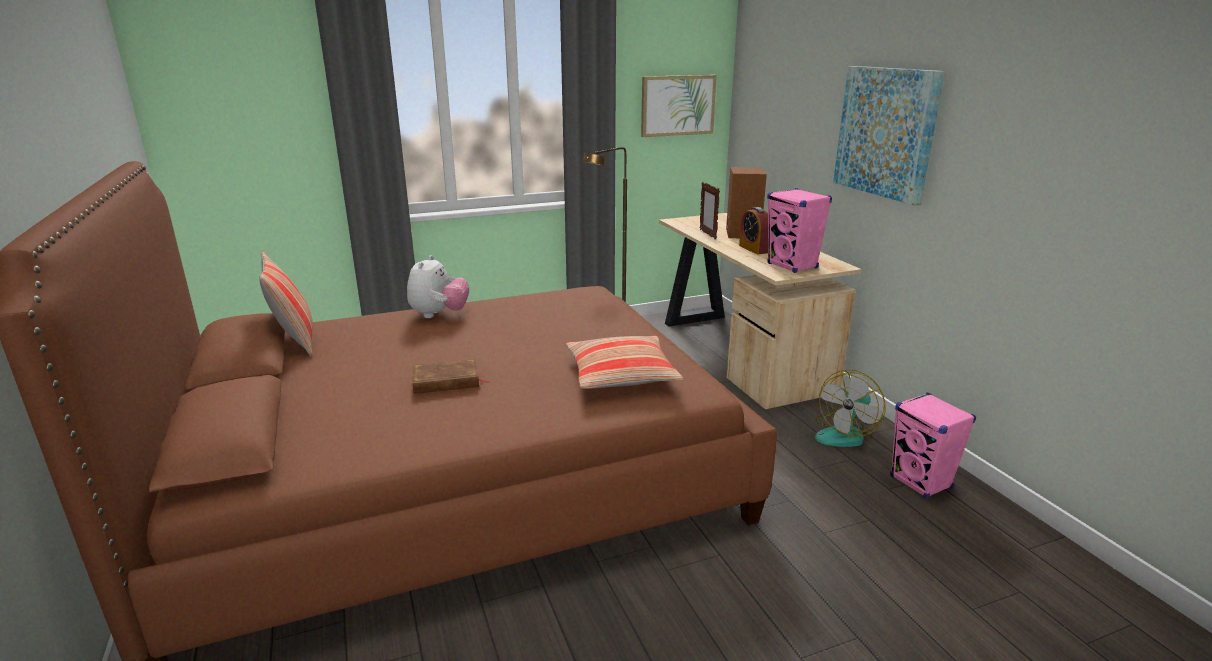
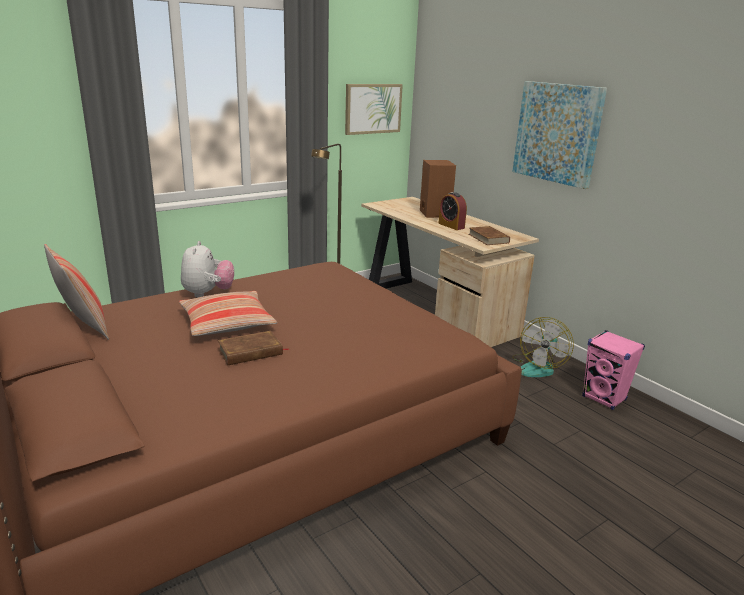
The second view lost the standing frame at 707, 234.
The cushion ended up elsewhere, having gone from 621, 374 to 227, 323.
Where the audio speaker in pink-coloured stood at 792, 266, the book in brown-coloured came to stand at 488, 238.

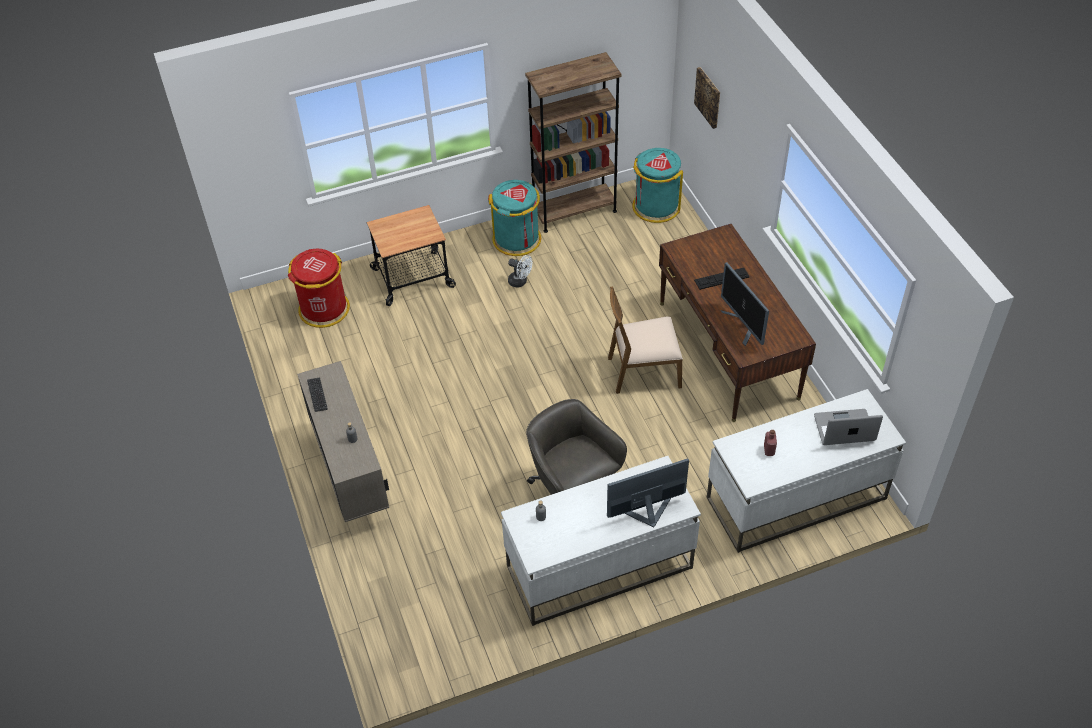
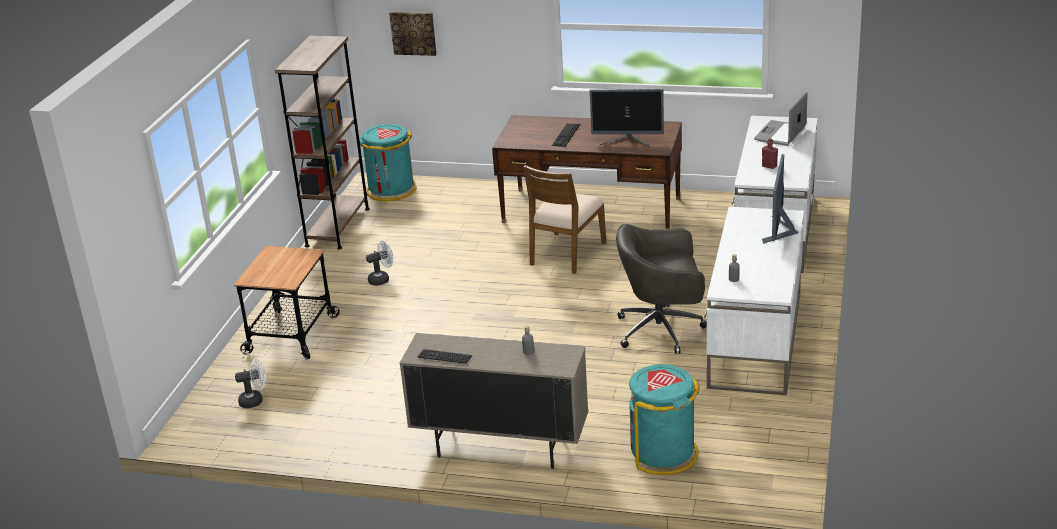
The waste bin in blue-green ended up elsewhere, having gone from 517, 239 to 663, 453.
Where the waste bin in red stood at 324, 309, the cooling fan in whitish came to stand at 255, 400.

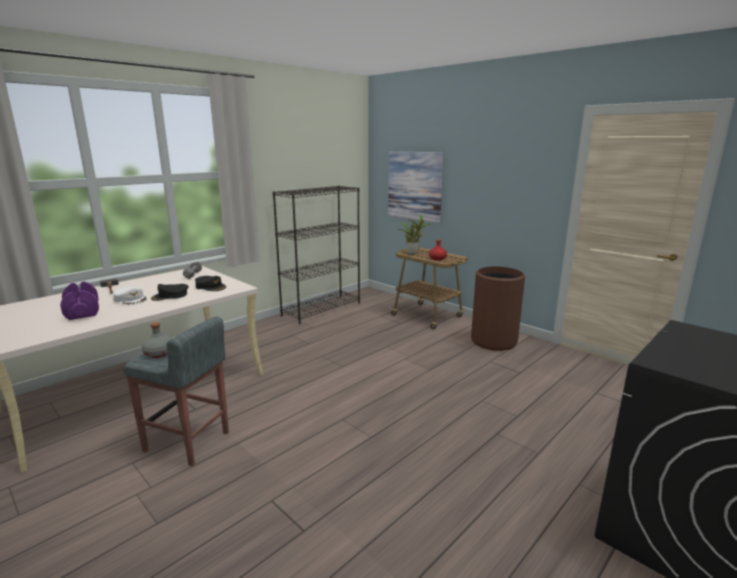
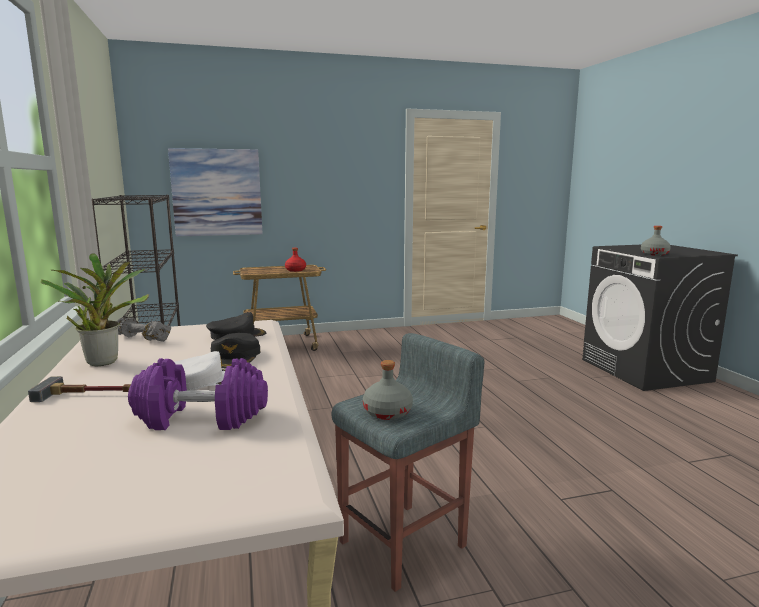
The second view lost the waste bin in brown-coloured at 493, 341.
The second view gained the drink bottle in gray at 654, 254.
The houseplant ended up elsewhere, having gone from 413, 253 to 104, 361.

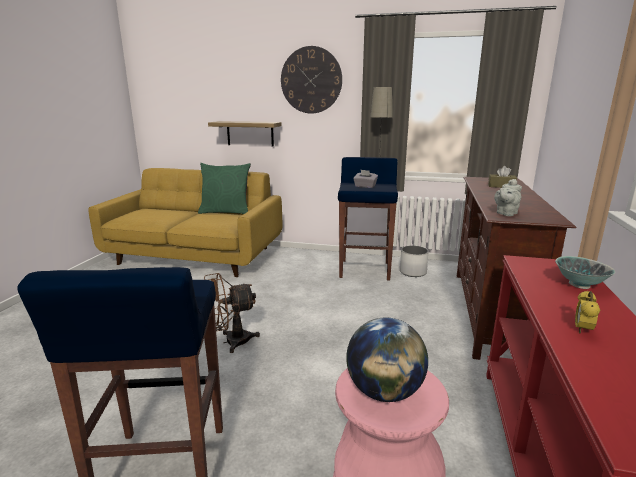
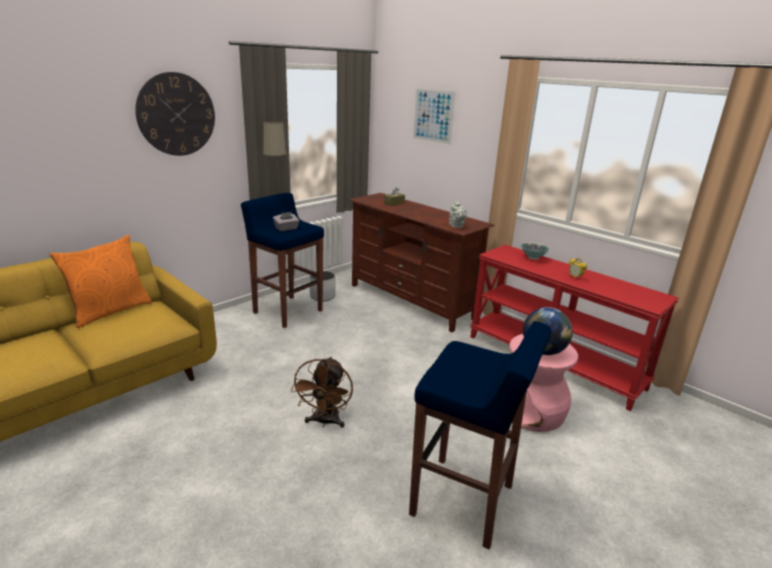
The second view lost the wall shelf at 250, 133.
The second view gained the picture at 433, 116.
What was the cushion in greenish at 225, 212 turned into the cushion in orangey at 110, 311.

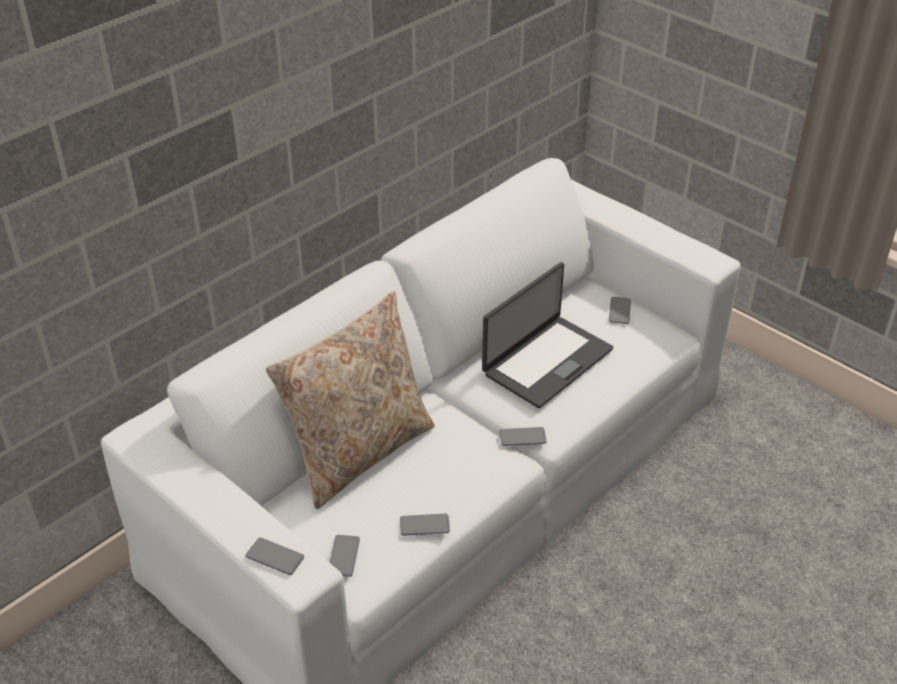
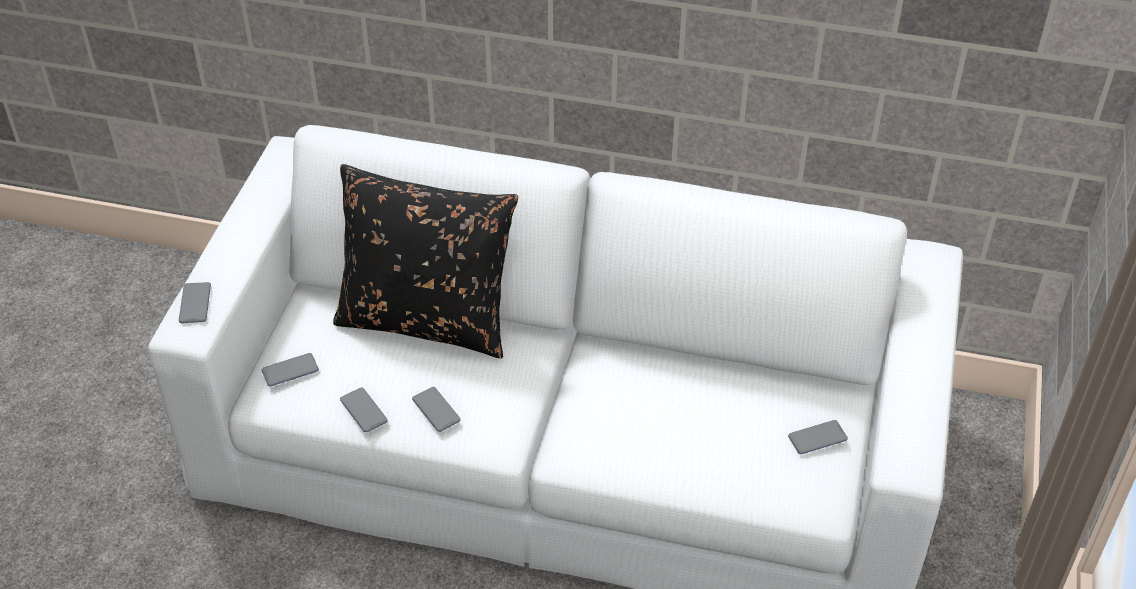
The second view lost the notebook computer at 546, 361.
The phone ended up elsewhere, having gone from 522, 437 to 436, 410.
What was the cushion in beige at 359, 452 turned into the cushion in black-coloured at 428, 320.

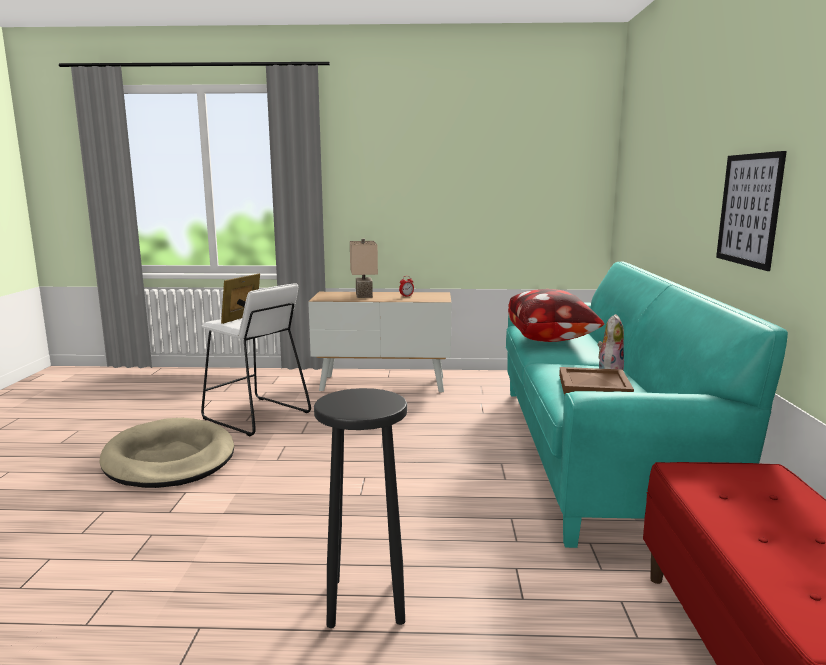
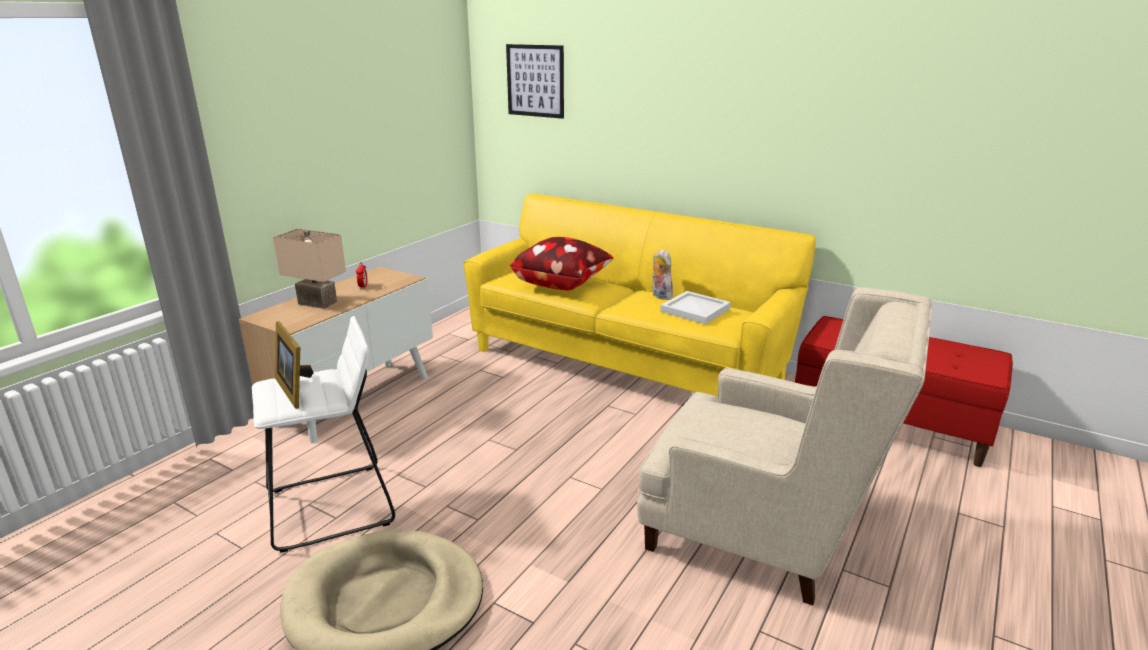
The picture ended up elsewhere, having gone from 749, 209 to 535, 81.
Where the stool seat in black-coloured stood at 364, 600, the easy chair in beige came to stand at 765, 533.
What was the settee in blue-green at 593, 451 turned into the settee in yellow at 625, 364.
What was the tray in brown-coloured at 595, 386 turned into the tray in whitish at 695, 309.

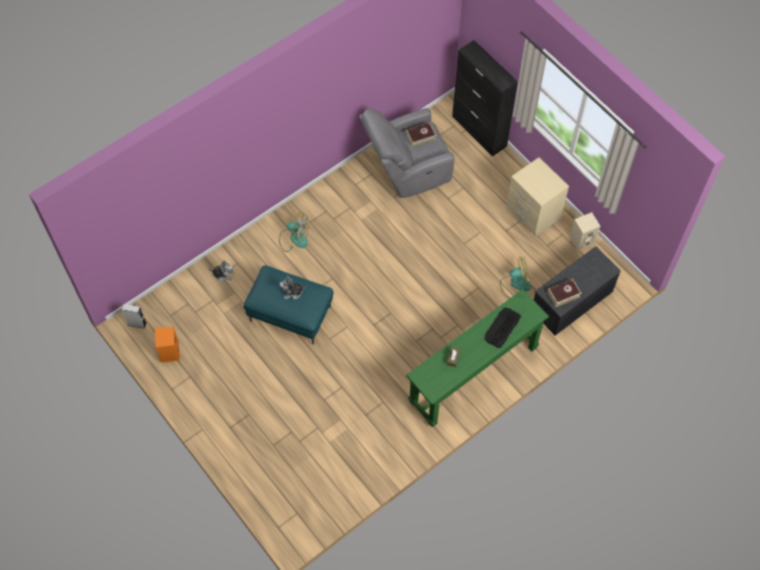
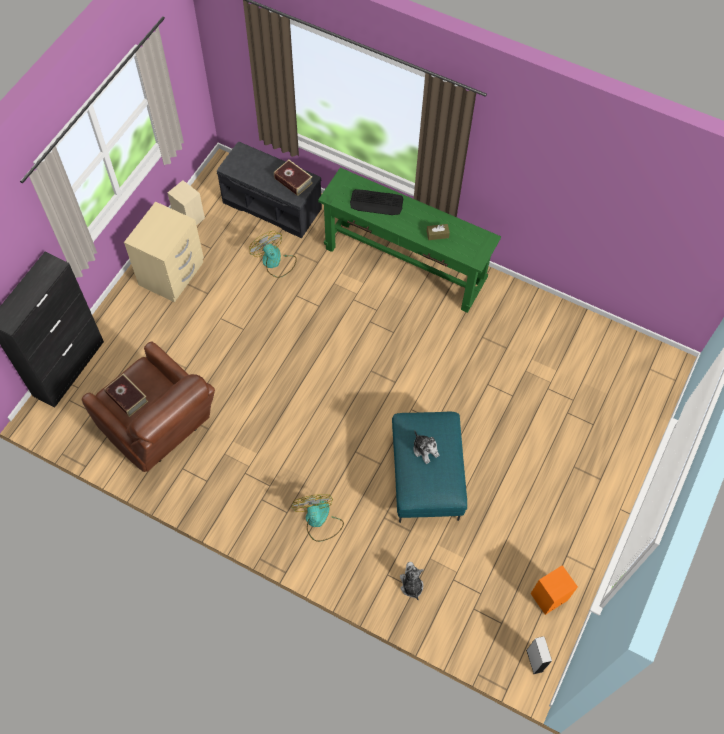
What was the easy chair in gray at 407, 170 turned into the easy chair in brown-coloured at 160, 429.

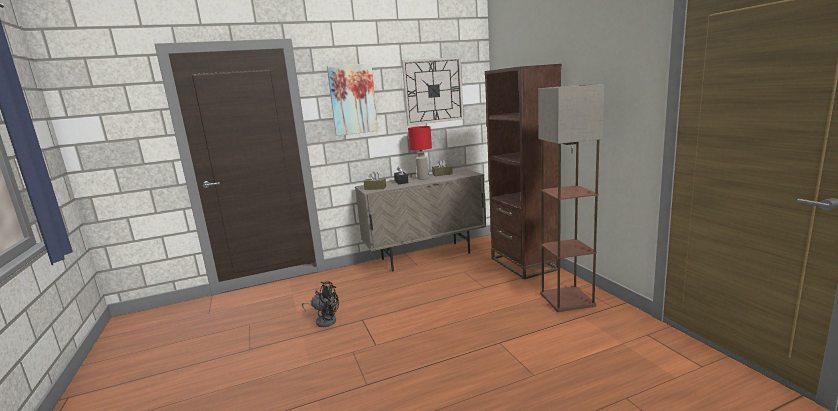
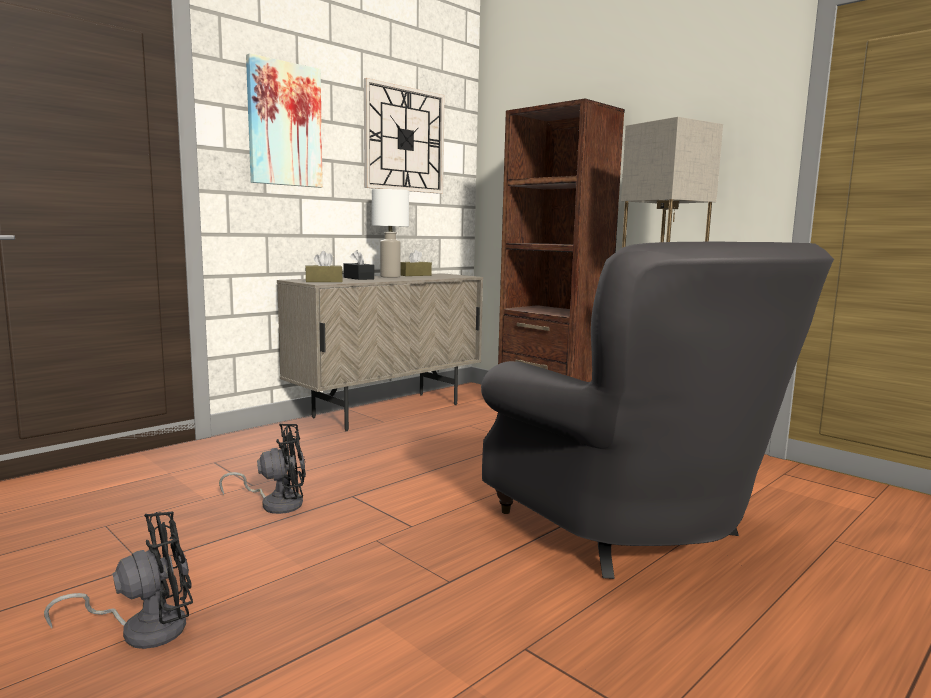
The second view gained the cooling fan in black-coloured at 144, 629.
The second view gained the easy chair in gray at 634, 532.
What was the table lamp in red at 423, 178 turned into the table lamp in whitish at 390, 277.

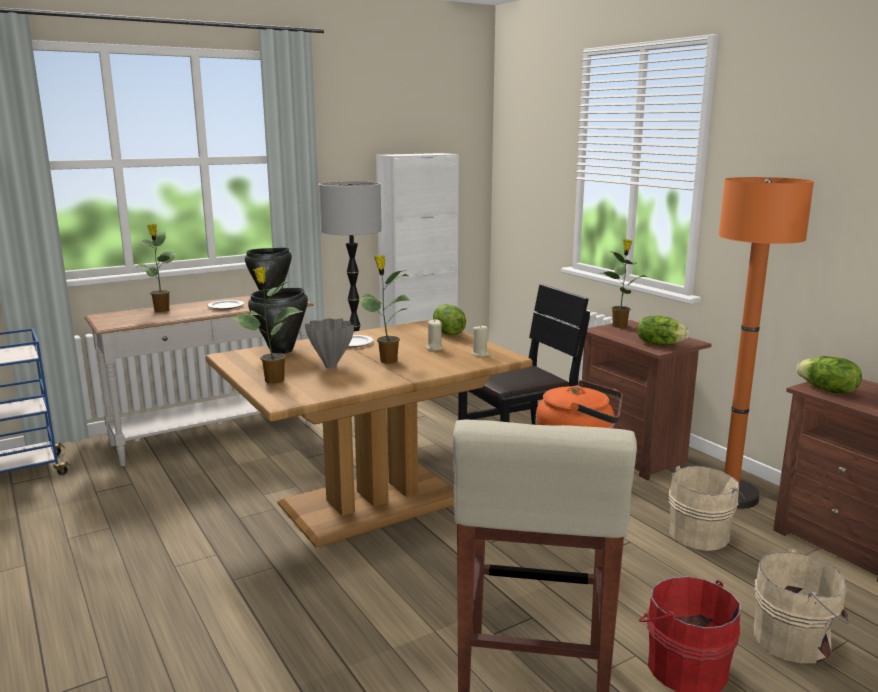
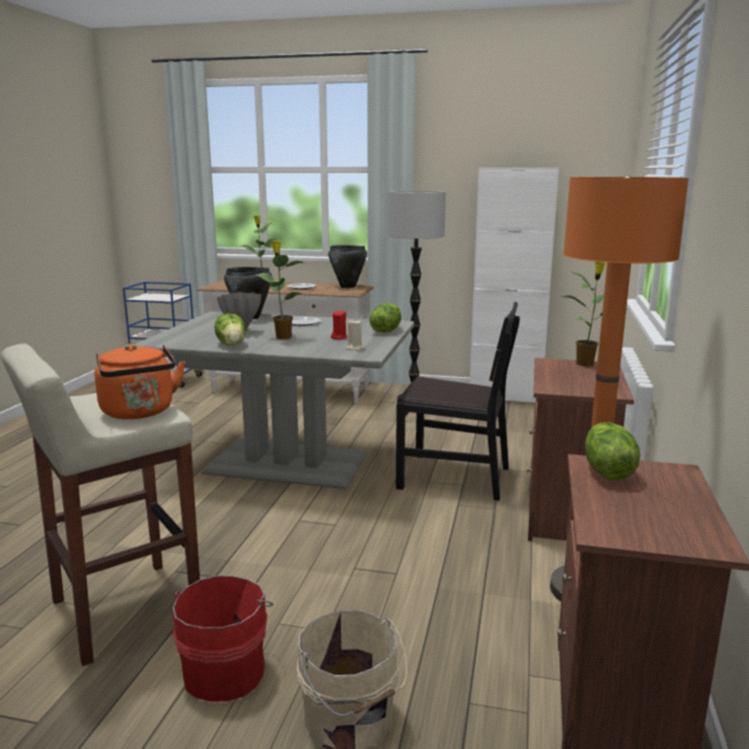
The second view lost the houseplant at 273, 380.
The second view lost the water bucket in beige at 701, 534.
The lettuce ended up elsewhere, having gone from 659, 344 to 232, 344.
What was the kitchen table in brown-coloured at 371, 501 turned into the kitchen table in gray at 287, 462.
What was the candle in beige at 434, 348 turned into the candle in red at 339, 337.

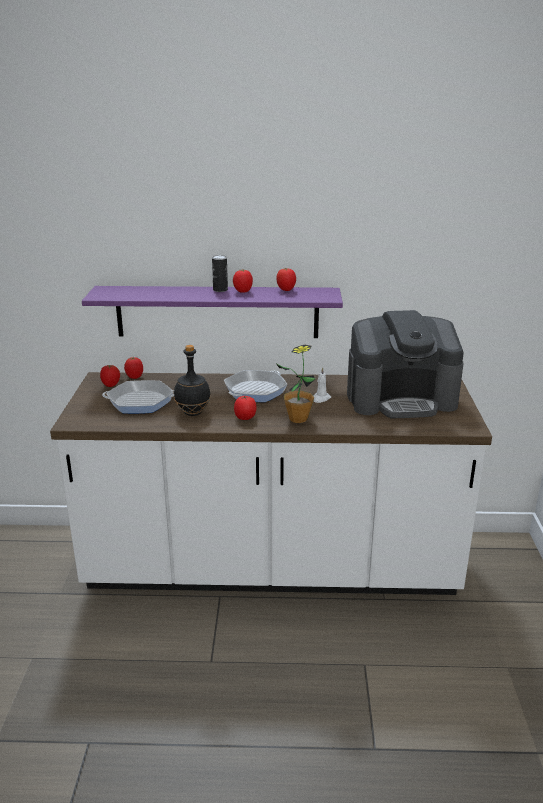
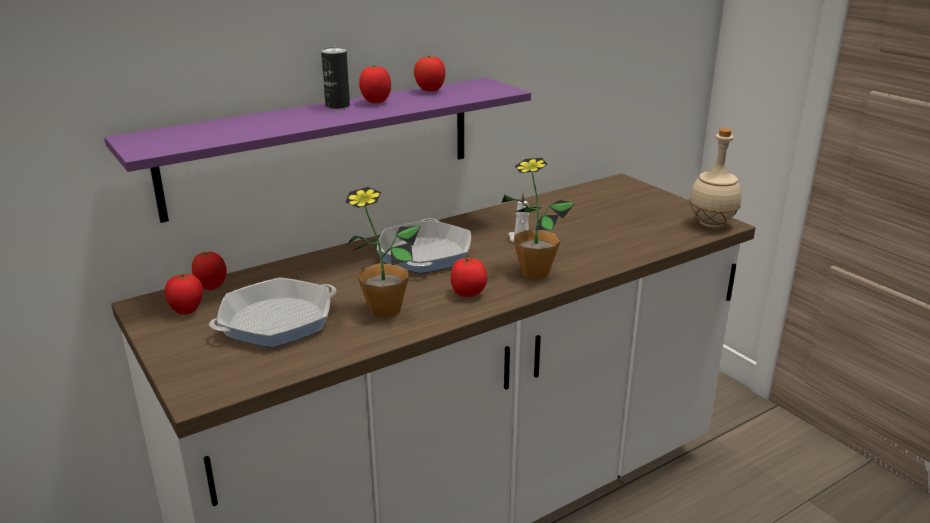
The second view lost the coffee brewer at 401, 399.
The second view gained the drink bottle in beige at 712, 224.
Where the drink bottle in black-coloured stood at 193, 413, the houseplant came to stand at 385, 310.

